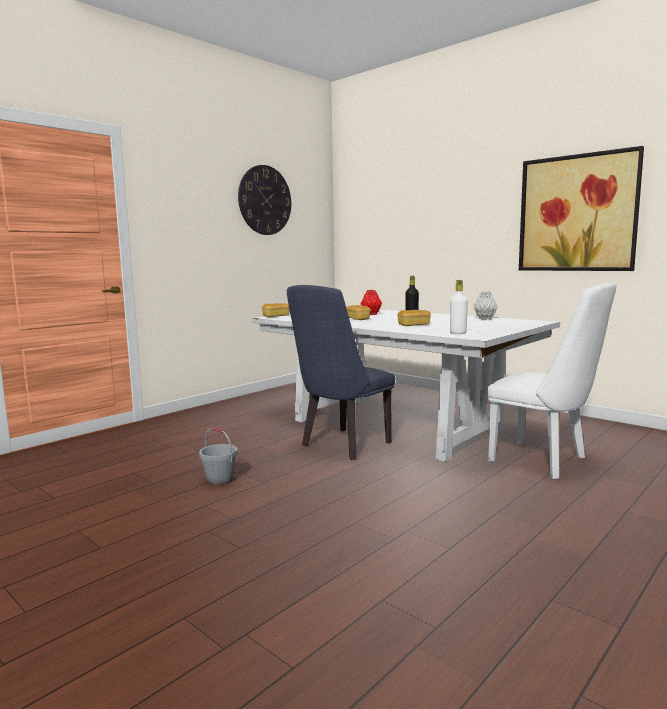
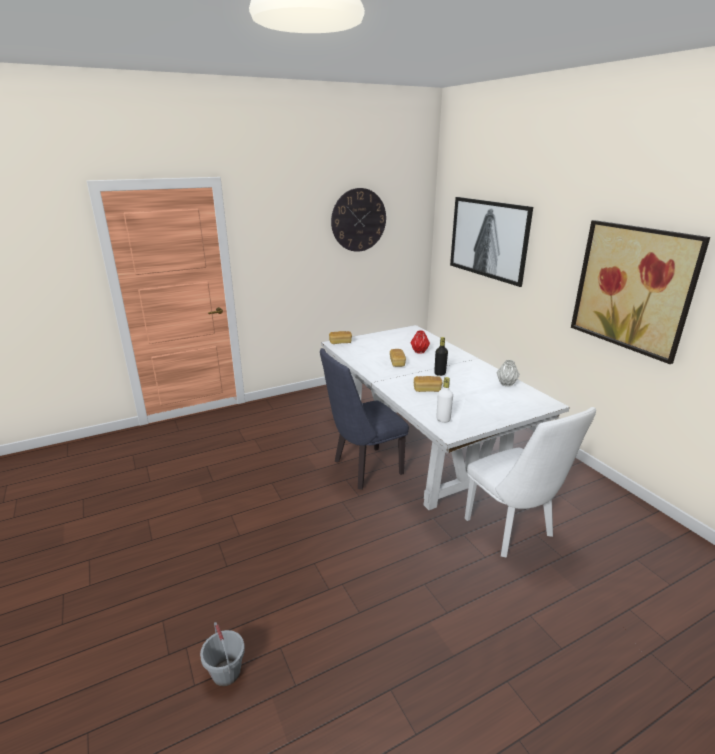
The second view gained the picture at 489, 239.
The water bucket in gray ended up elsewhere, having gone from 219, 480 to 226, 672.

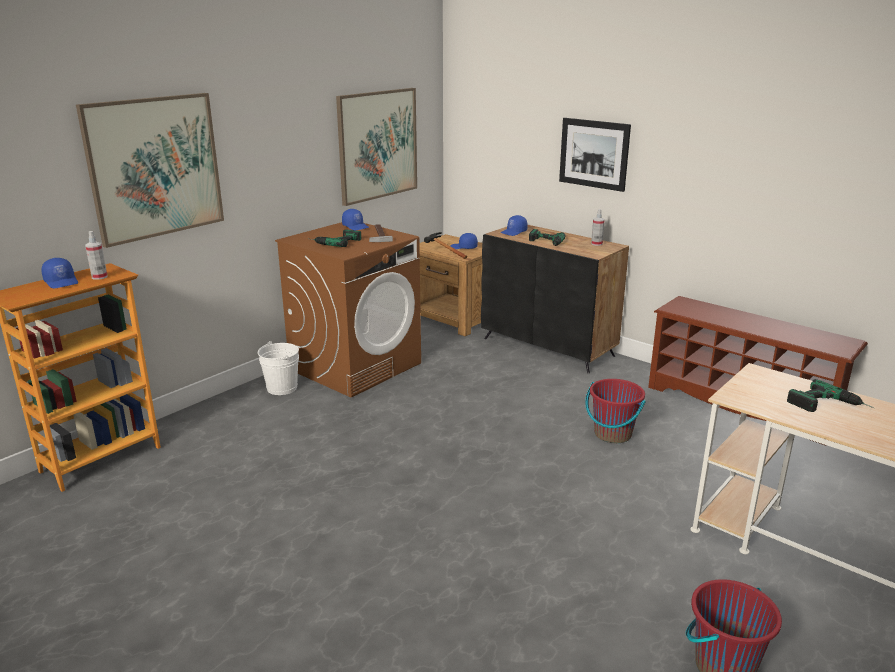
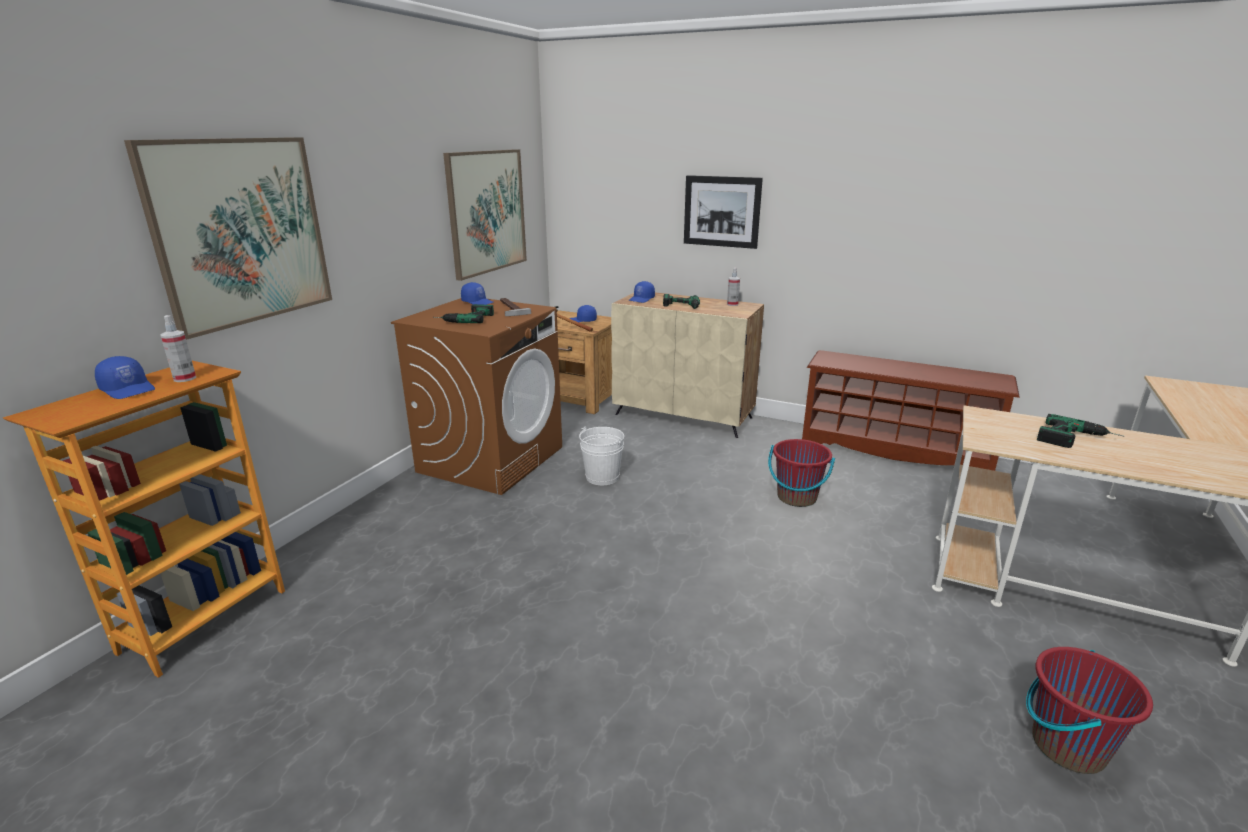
The water bucket in whitish ended up elsewhere, having gone from 282, 388 to 602, 477.
What was the storage cabinet in black-coloured at 549, 347 turned into the storage cabinet in beige at 684, 416.

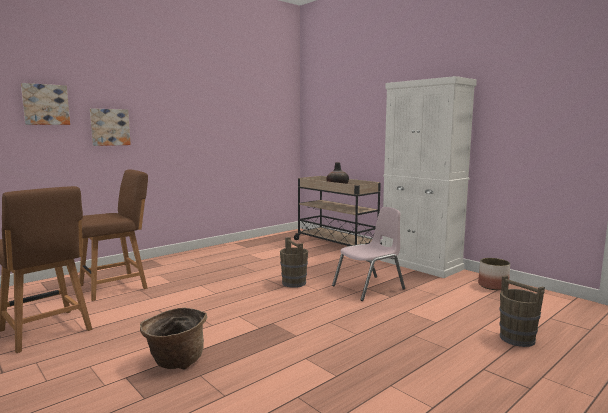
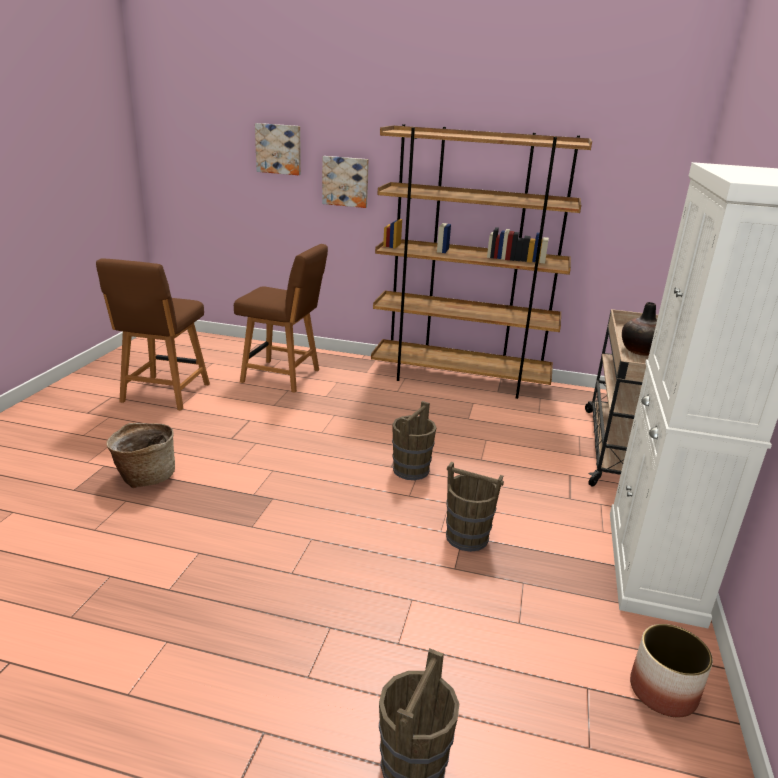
The second view gained the bookshelf in brown-coloured at 460, 379.
Where the upright chair in pink-coloured stood at 369, 288, the water bucket in brown-coloured came to stand at 467, 538.

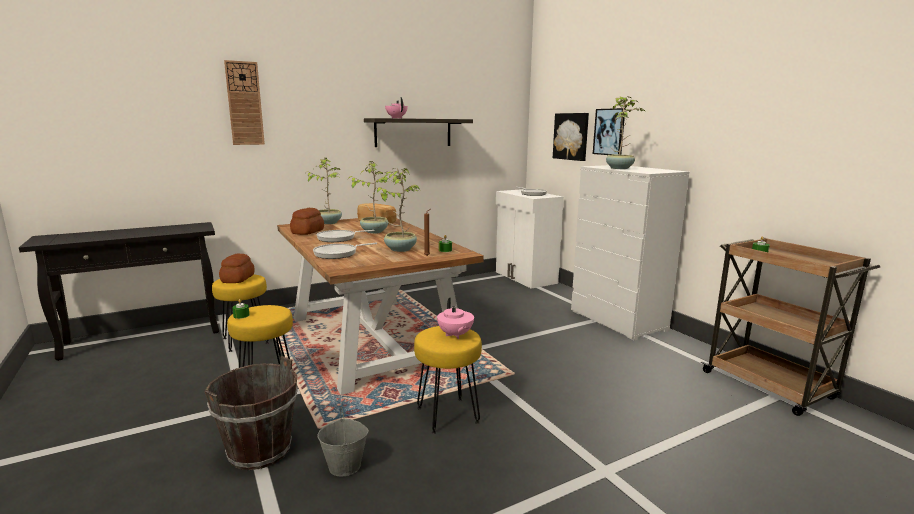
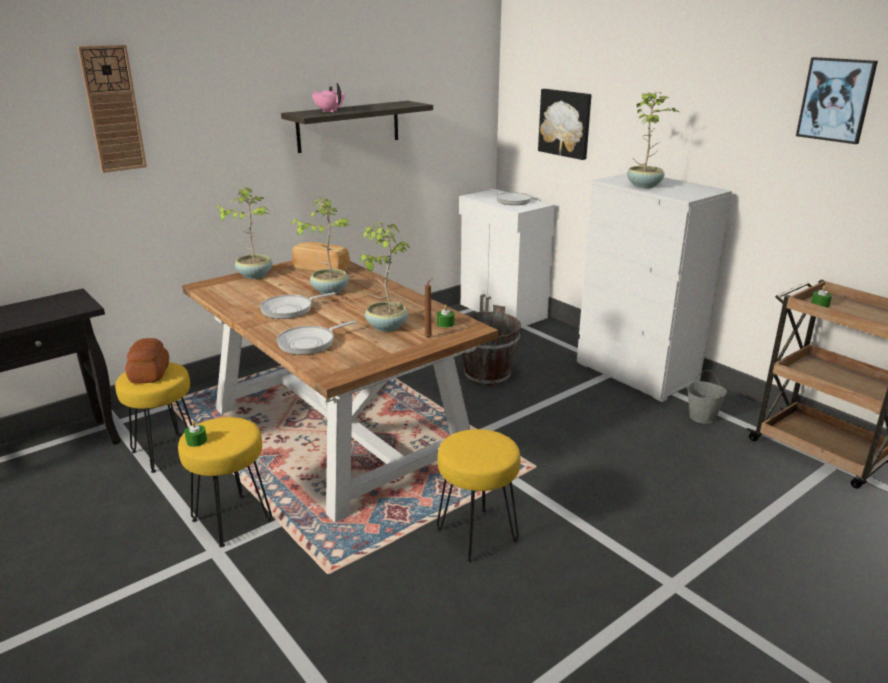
The second view lost the baked bread at 307, 232.
The second view lost the tea pot in pink-coloured at 455, 335.
The water bucket in brown-coloured ended up elsewhere, having gone from 260, 451 to 487, 376.
The water bucket in gray ended up elsewhere, having gone from 345, 466 to 702, 417.
The picture ended up elsewhere, having gone from 609, 132 to 836, 100.

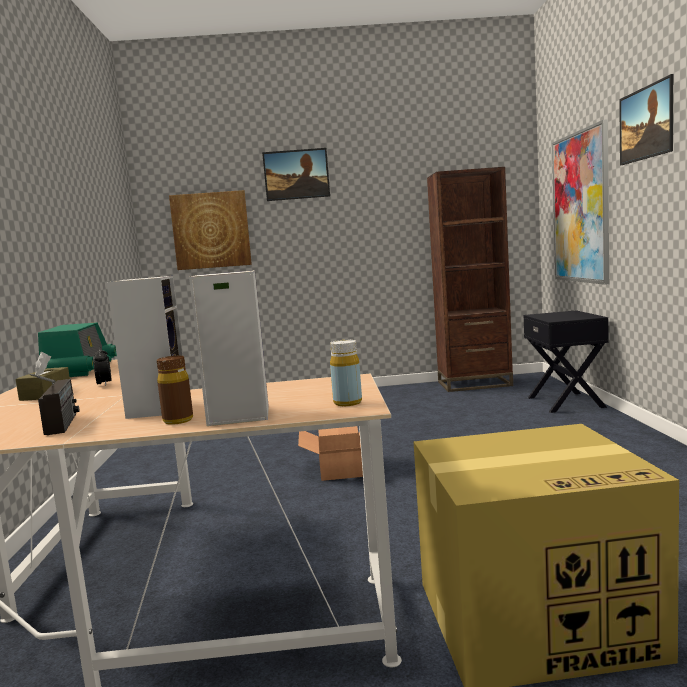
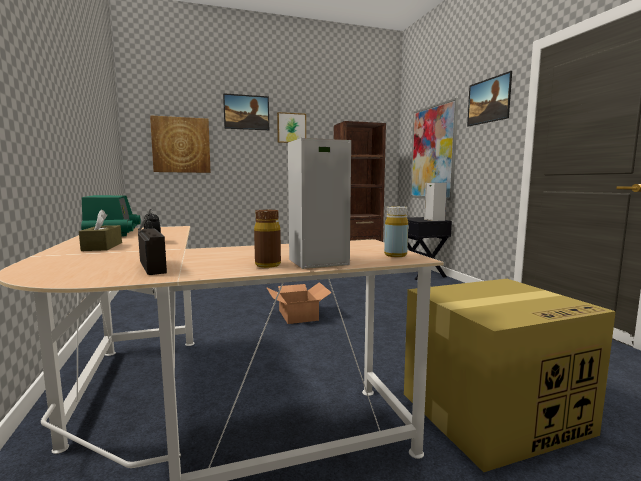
The second view gained the picture at 291, 128.
The audio speaker ended up elsewhere, having gone from 157, 408 to 433, 220.

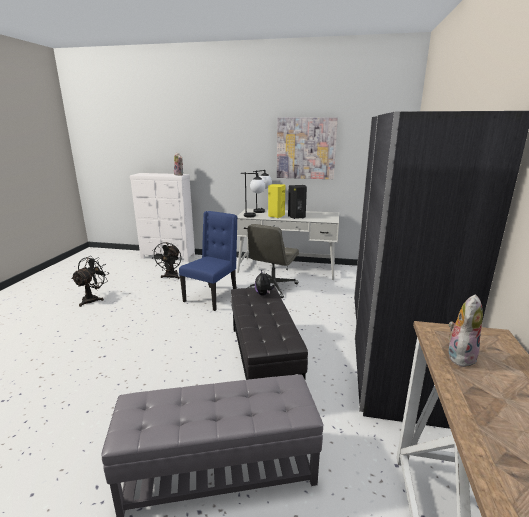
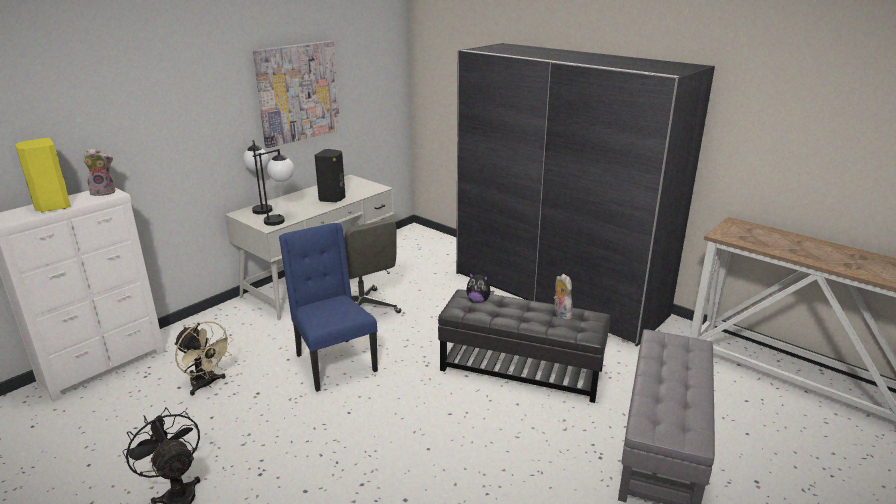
The audio speaker in yellow ended up elsewhere, having gone from 276, 216 to 52, 206.
The cuddly toy ended up elsewhere, having gone from 459, 355 to 560, 314.
What was the cooling fan in black-coloured at 170, 277 turned into the cooling fan in beige at 206, 384.

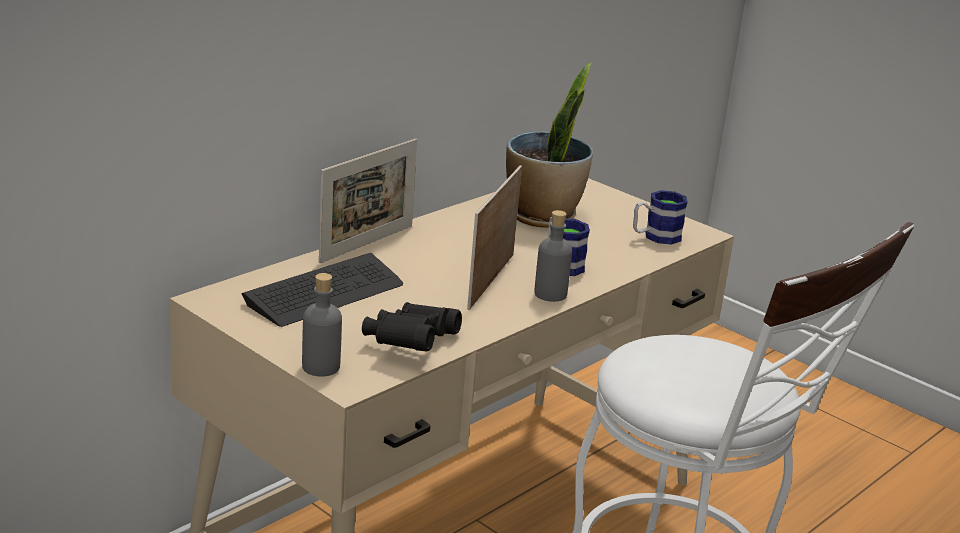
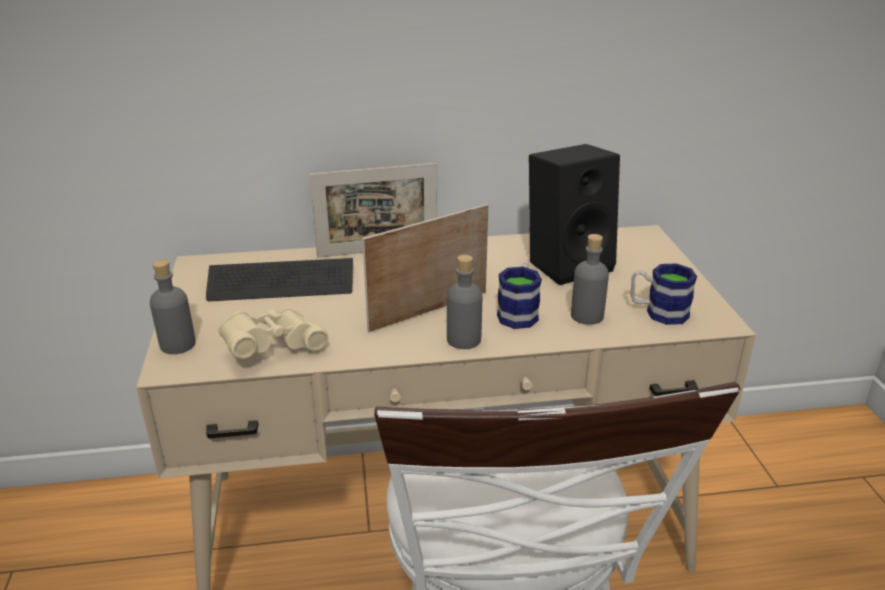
The second view gained the drink bottle in gray at 587, 316.
Where the houseplant stood at 543, 216, the audio speaker in black-coloured came to stand at 568, 263.
What was the field glasses in black-coloured at 409, 344 turned into the field glasses in beige at 272, 348.

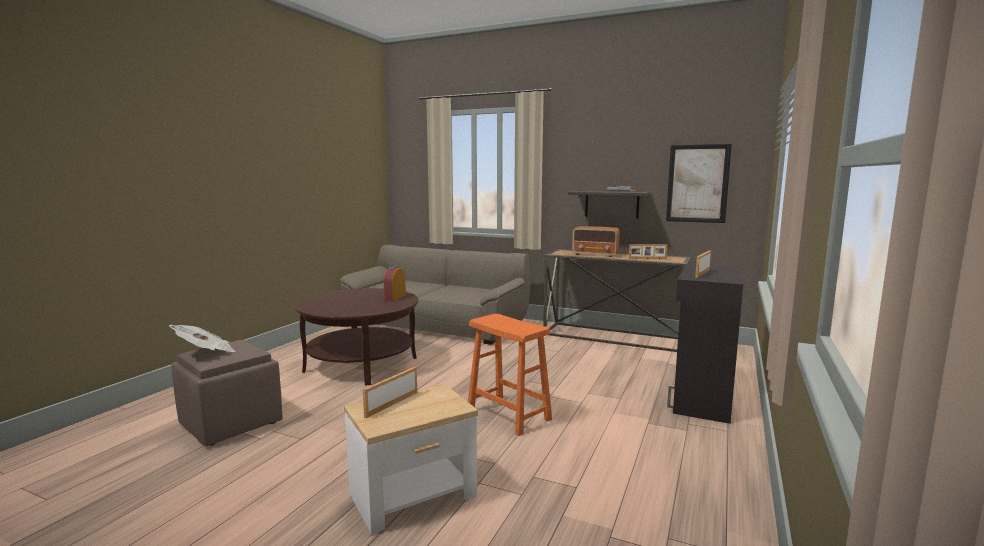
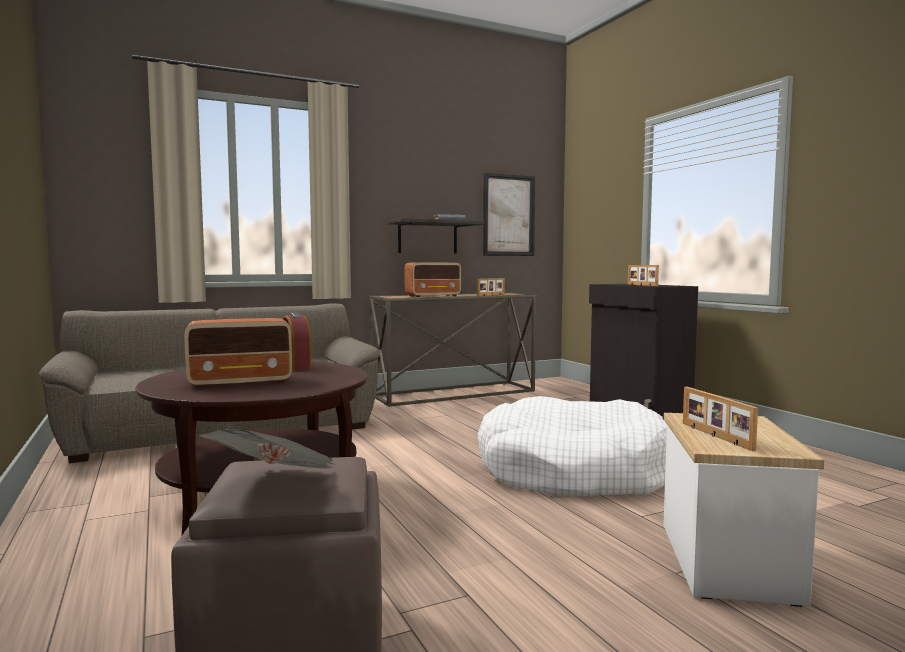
The second view gained the radio at 242, 382.
Where the stool seat in orangey stood at 508, 415, the dog bed in whitish came to stand at 573, 471.

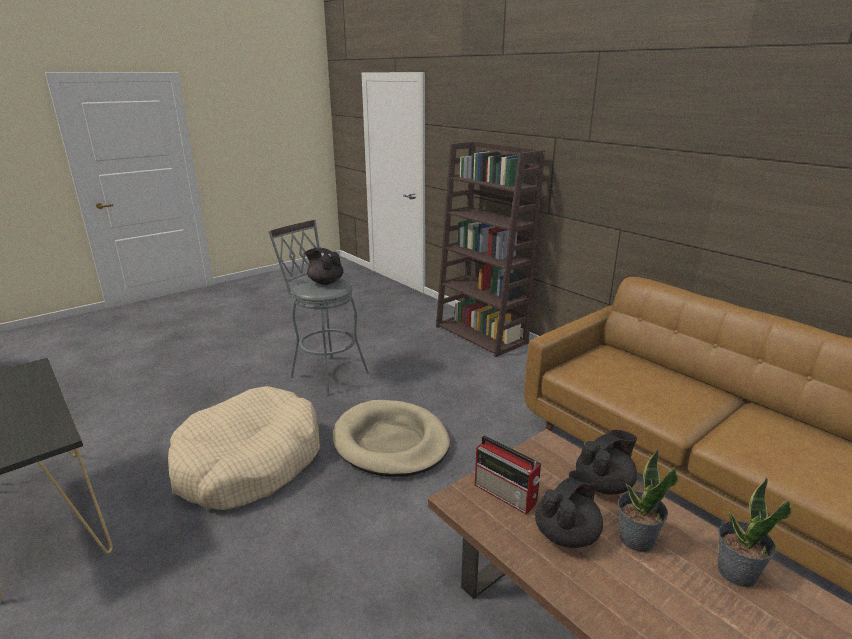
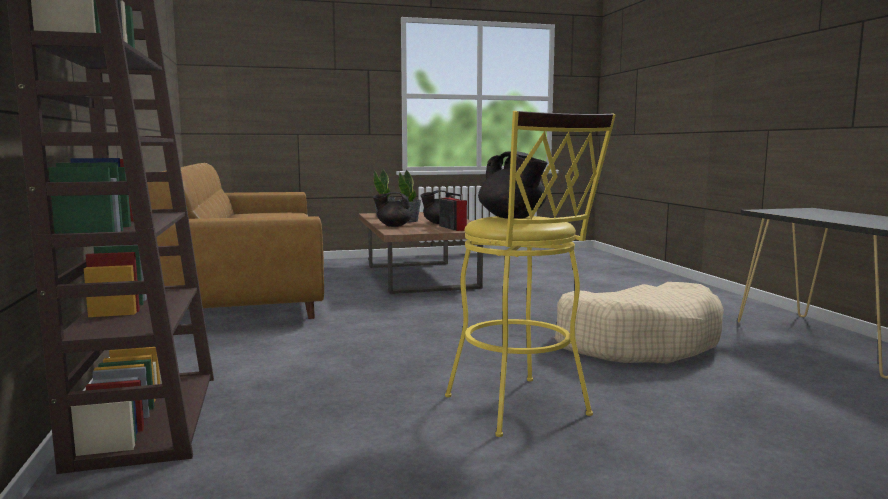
The second view lost the dog bed in beige at 391, 442.
What was the stool seat in gray at 325, 372 turned into the stool seat in yellow at 522, 409.

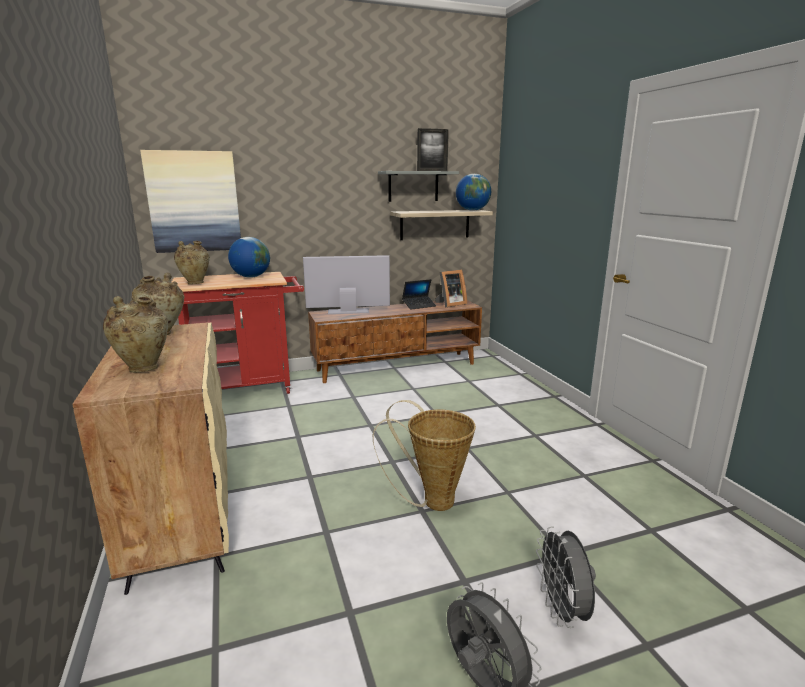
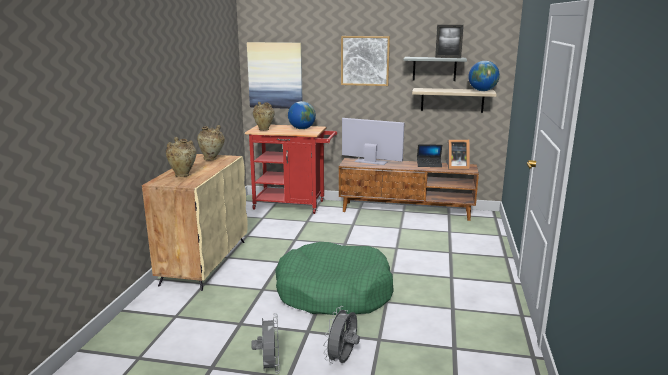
The second view gained the picture at 365, 60.
Where the storage basket stood at 431, 501, the dog bed in greenish came to stand at 334, 292.

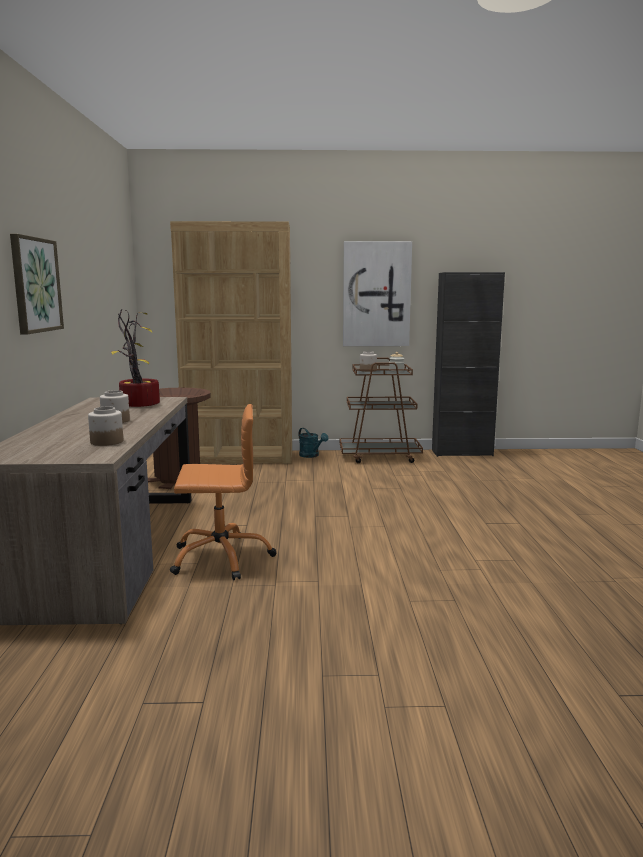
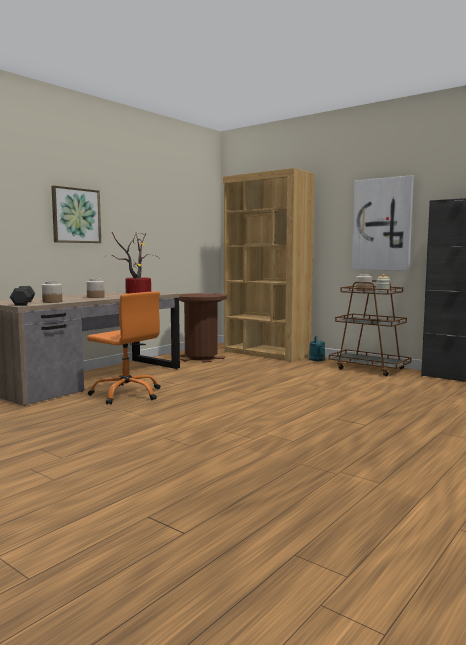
The second view gained the dumbbell in black-coloured at 23, 303.

